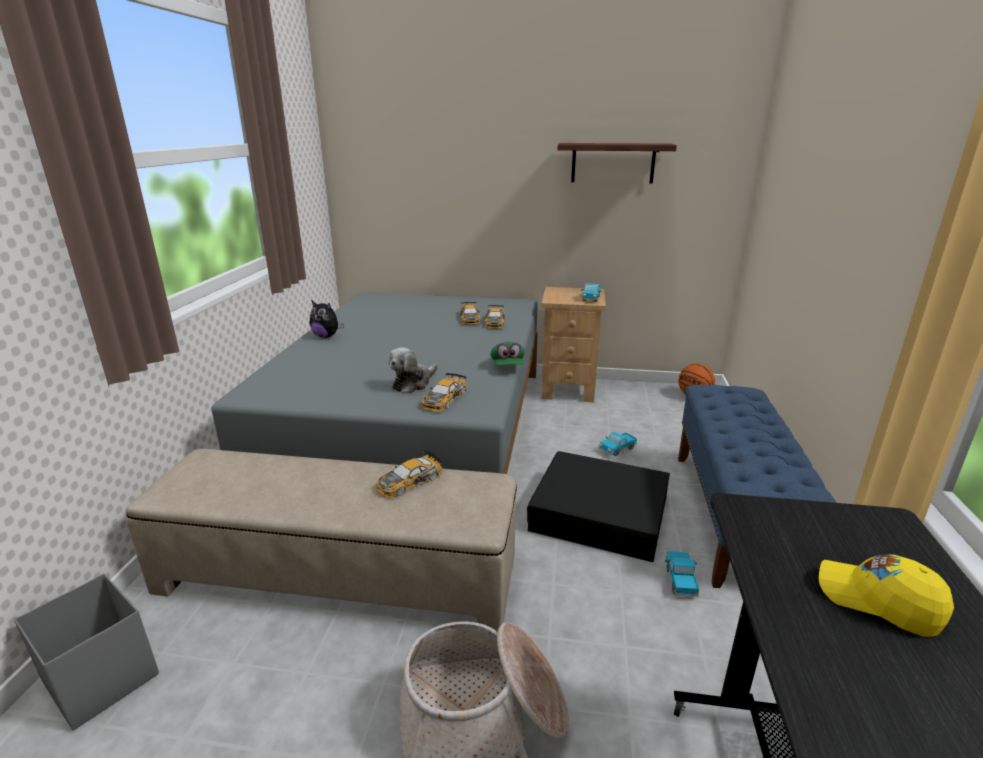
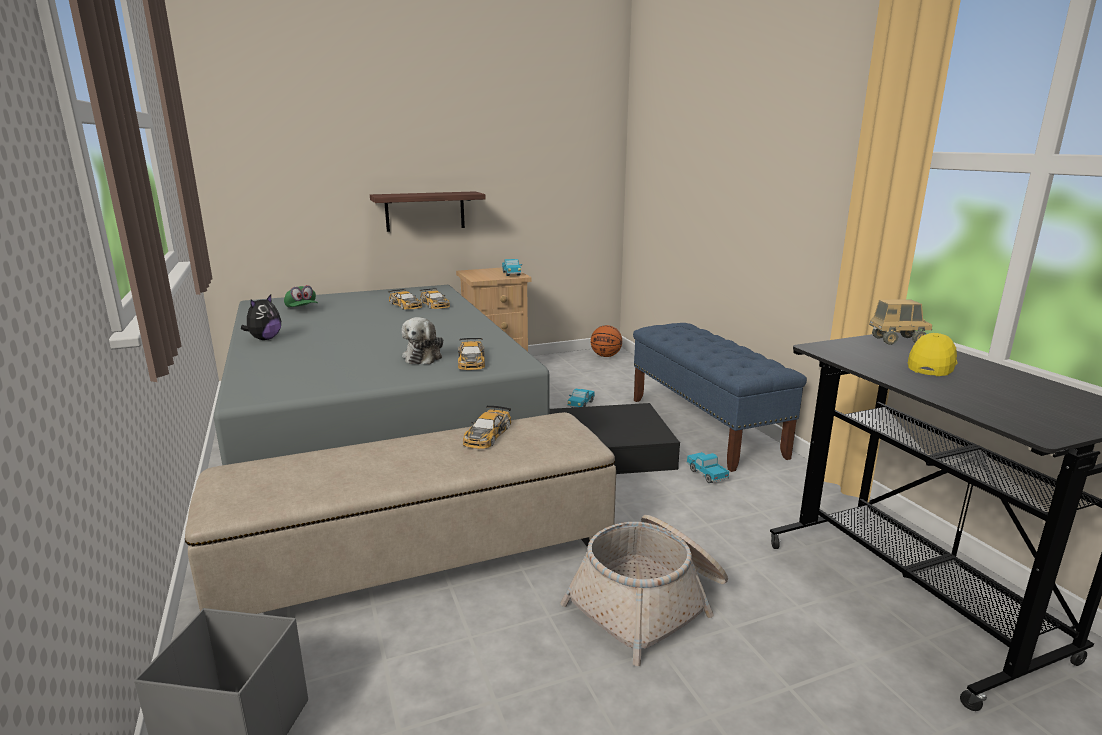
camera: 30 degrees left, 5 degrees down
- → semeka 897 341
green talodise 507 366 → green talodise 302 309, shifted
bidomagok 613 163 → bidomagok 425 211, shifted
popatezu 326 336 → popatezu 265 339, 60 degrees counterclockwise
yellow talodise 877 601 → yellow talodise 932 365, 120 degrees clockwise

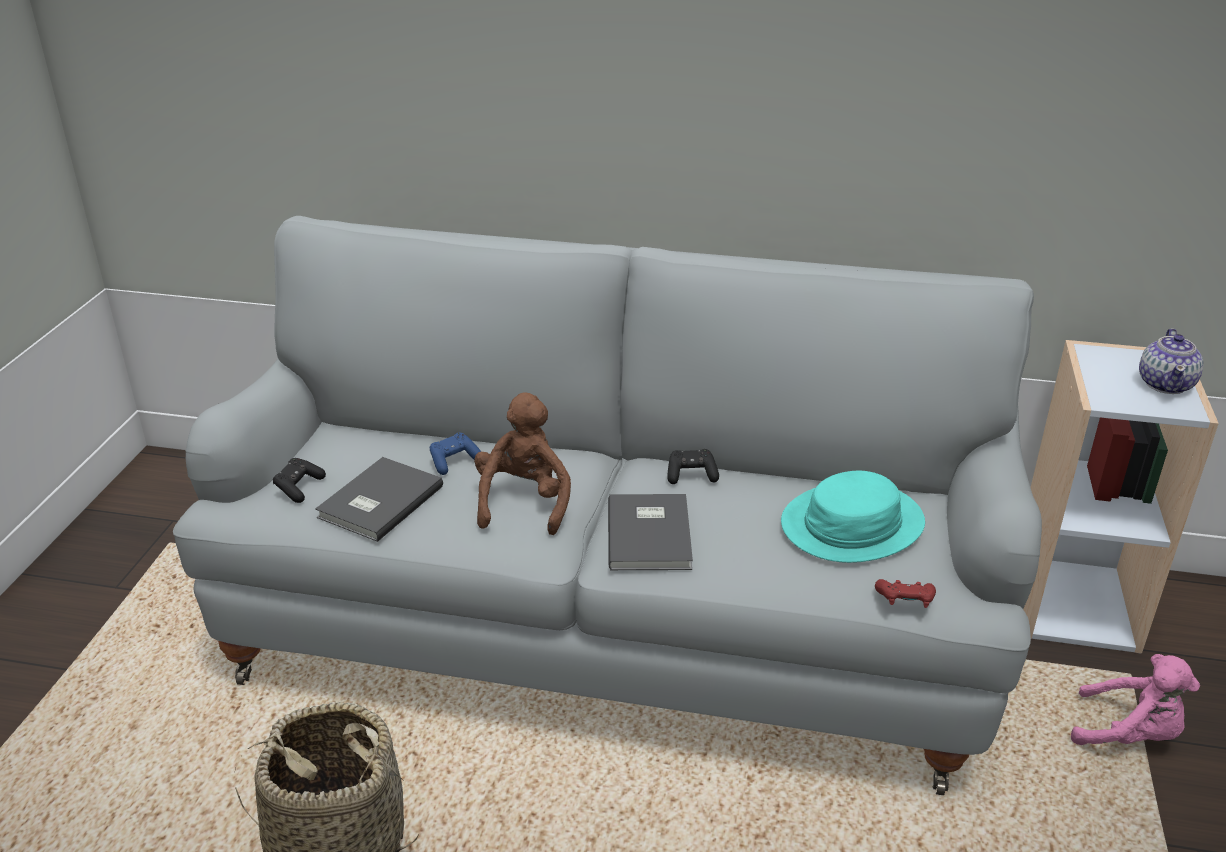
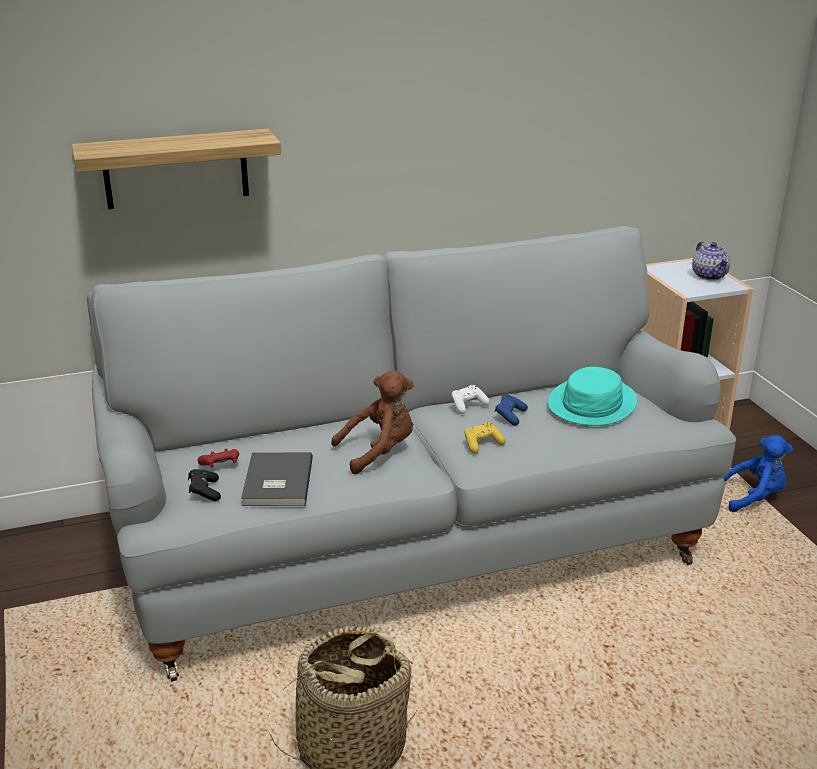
camera: 30 degrees left, 5 degrees down
- → bidomagok 176 169
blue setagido 454 461 → blue setagido 510 416, shifted
red setagido 905 602 → red setagido 221 465, shifted
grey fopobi 652 534 → yellow setagido 482 444
black setagido 691 475 → white setagido 468 405
pink popatezu 1128 734 → blue popatezu 753 497
brown popatezu 524 502 → brown popatezu 379 452, 90 degrees clockwise

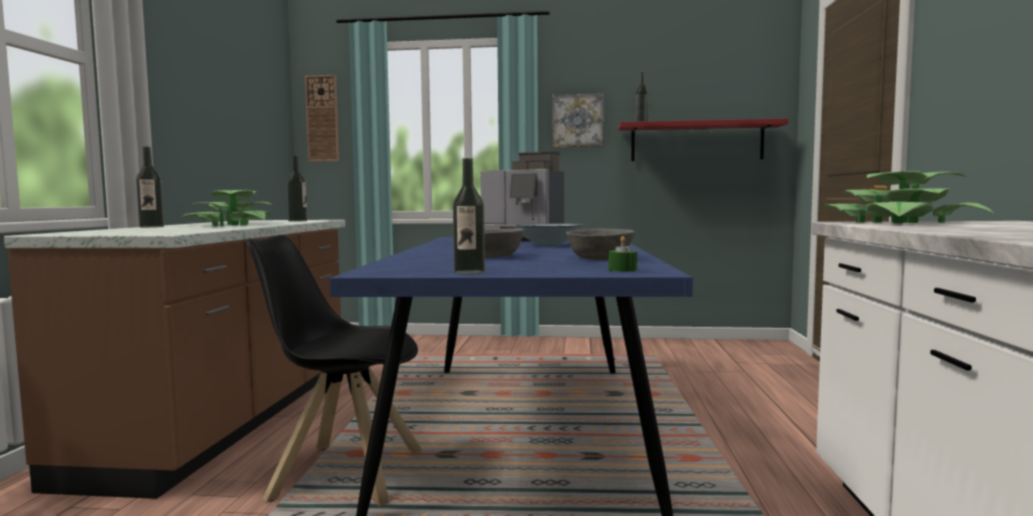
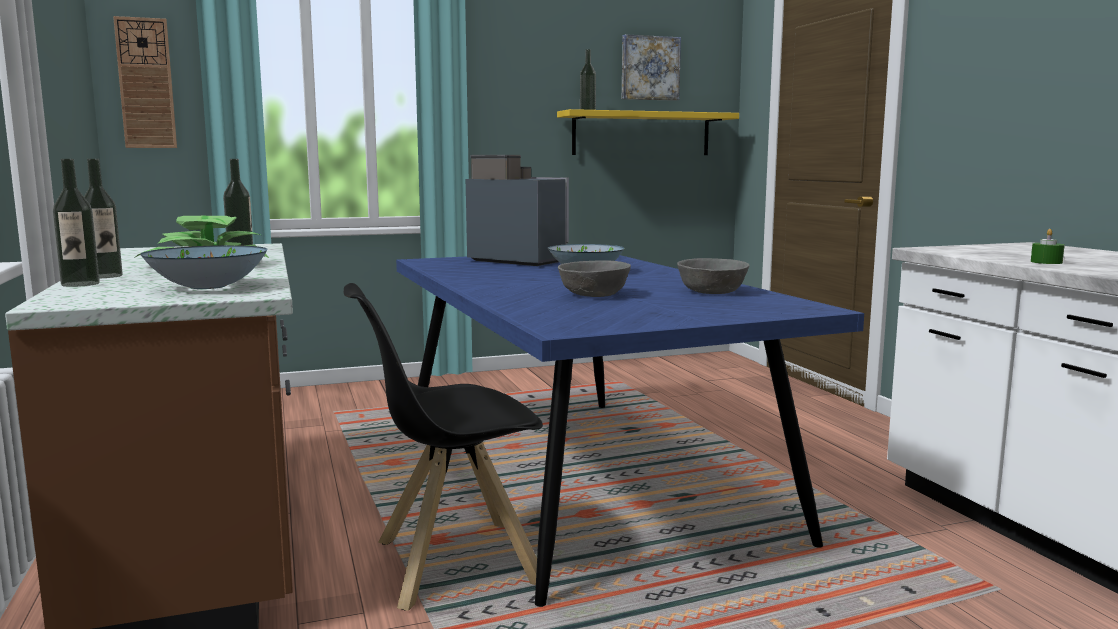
camera: 25 degrees left, 5 degrees up
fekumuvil 900 222 → -
- → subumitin 207 287
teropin 469 272 → teropin 80 284, shifted
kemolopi 577 121 → kemolopi 649 68, shifted
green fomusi 622 269 → green fomusi 1046 262, shifted
red bidomagok 696 142 → yellow bidomagok 641 134
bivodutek 523 239 → bivodutek 517 260, 150 degrees counterclockwise

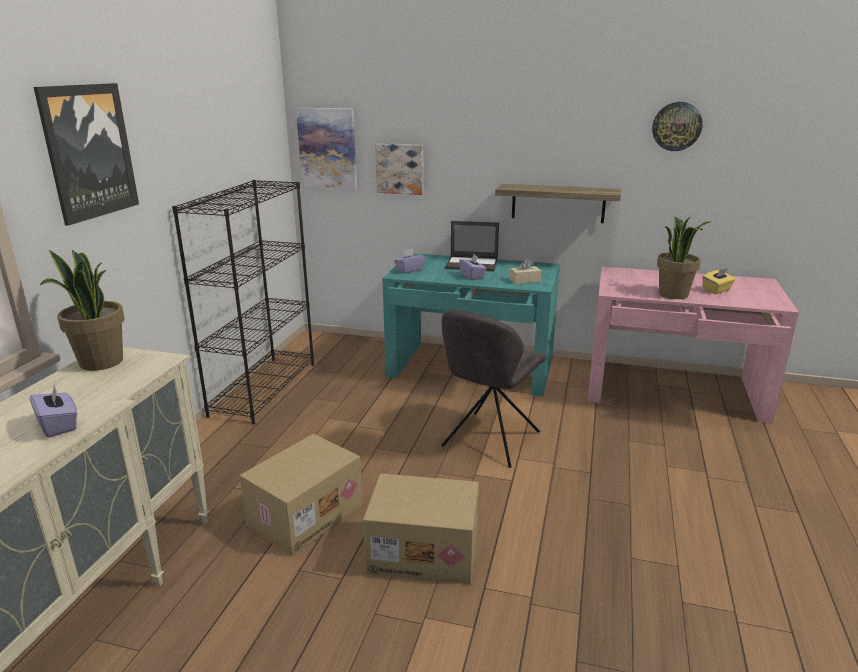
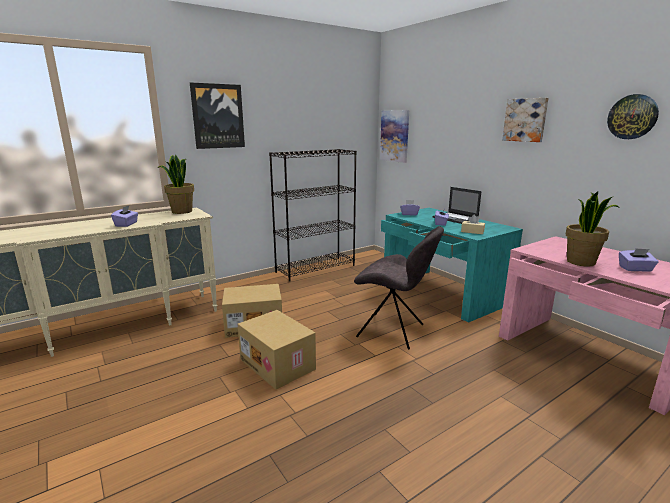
camera: 40 degrees right, 5 degrees down
bidomagok 558 203 → -
kemolopi 400 168 → kemolopi 525 120, shifted
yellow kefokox 717 290 → purple kefokox 635 269
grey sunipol 489 441 → grey sunipol 393 331, 135 degrees counterclockwise

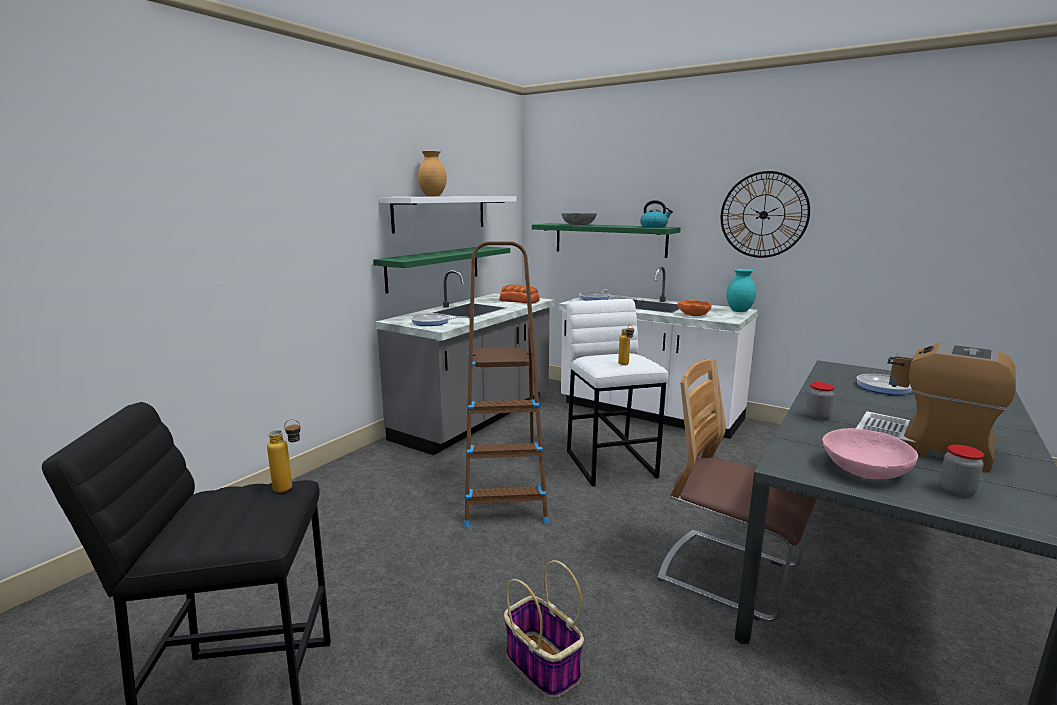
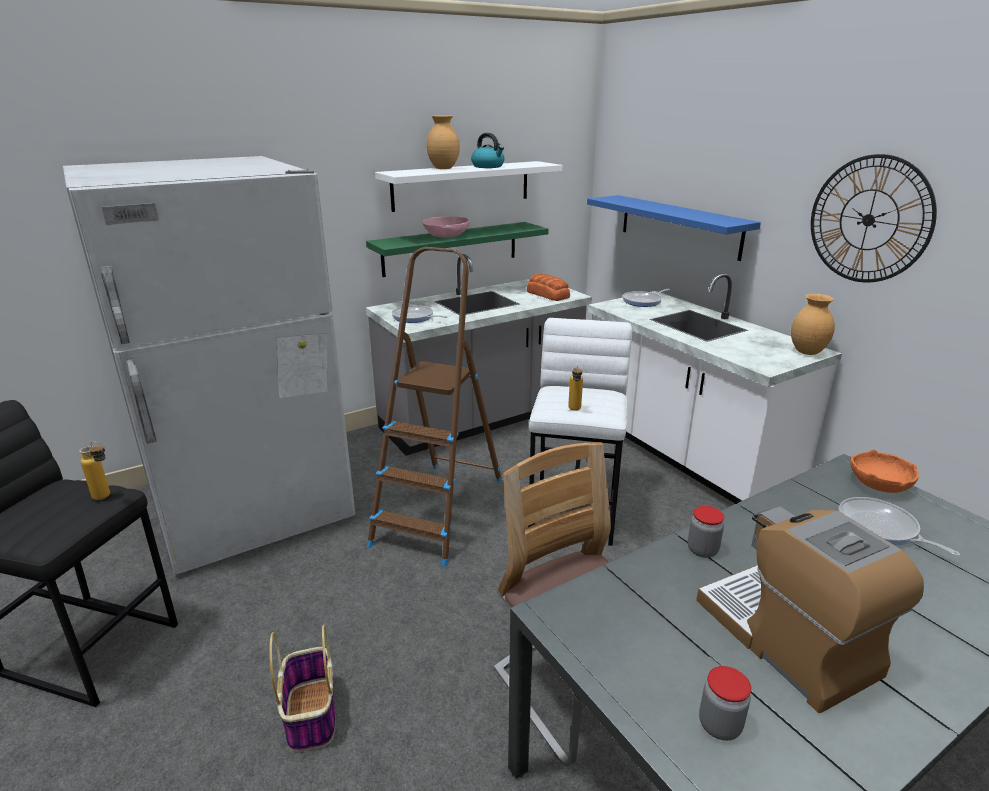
camera: 25 degrees right, 10 degrees up
grey subumitin 579 224 → -
- → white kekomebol 251 501
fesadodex 654 227 → fesadodex 488 166, shifted
orange subumitin 694 315 → orange subumitin 879 485, shifted
pink subumitin 864 470 → pink subumitin 446 236, shifted
green bidomagok 609 239 → blue bidomagok 679 226
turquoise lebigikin 738 311 → brown lebigikin 806 352

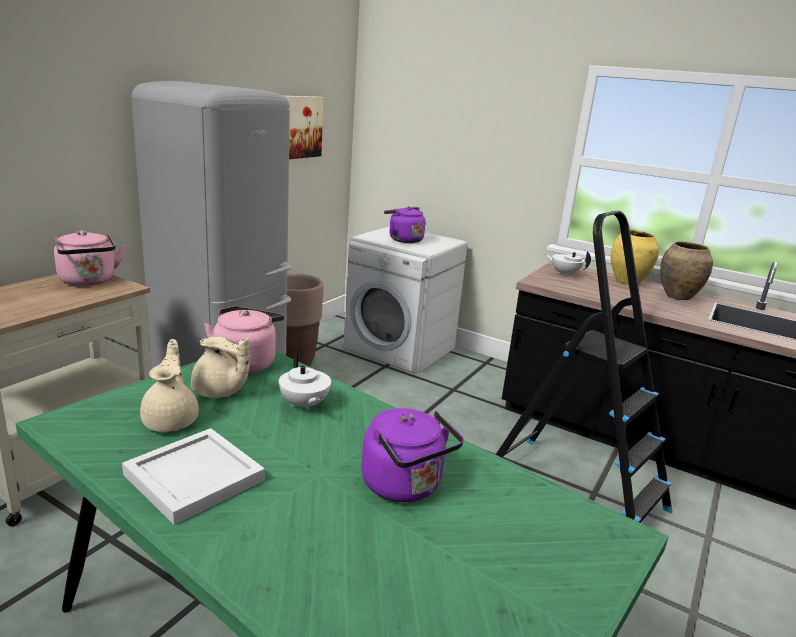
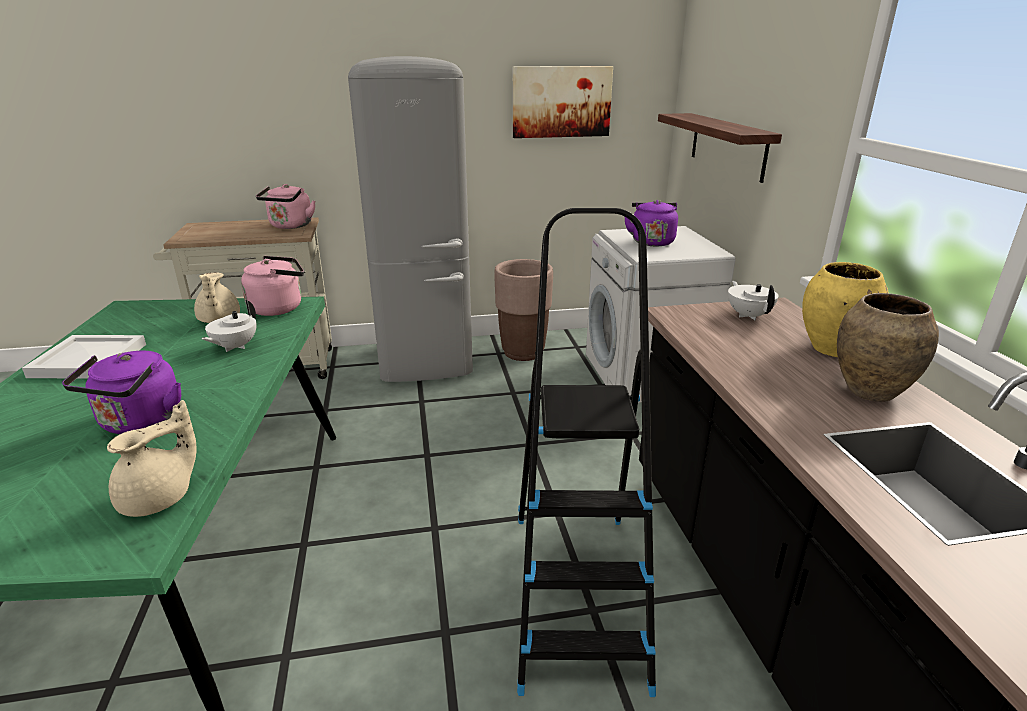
camera: 50 degrees right, 5 degrees up
- → bidomagok 727 145
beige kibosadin 172 420 → beige kibosadin 160 499, shifted

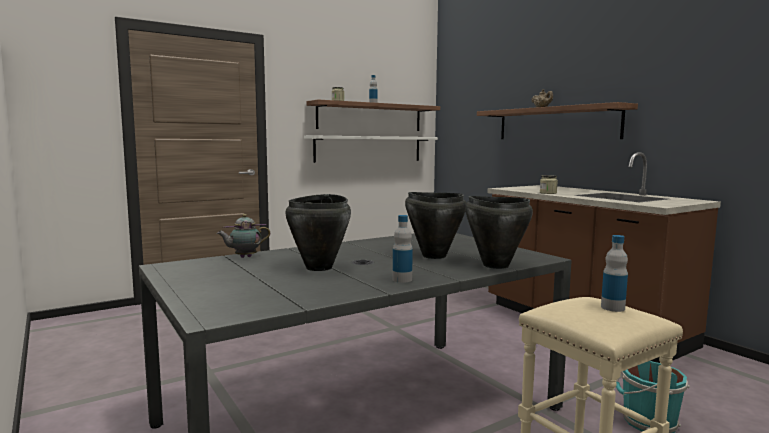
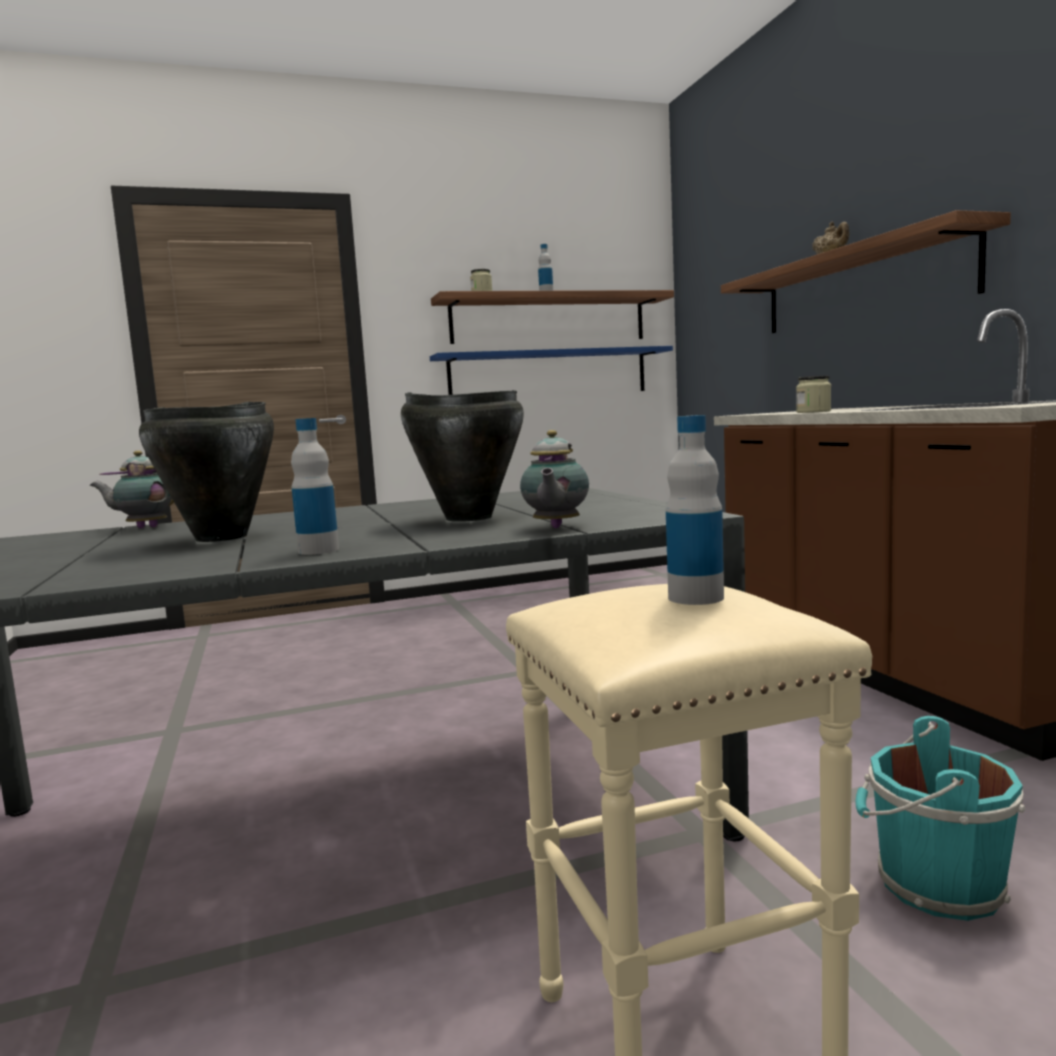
camera: 15 degrees right, 0 degrees up
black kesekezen 495 265 → kibosadin 555 527
white bidomagok 369 149 → blue bidomagok 549 374

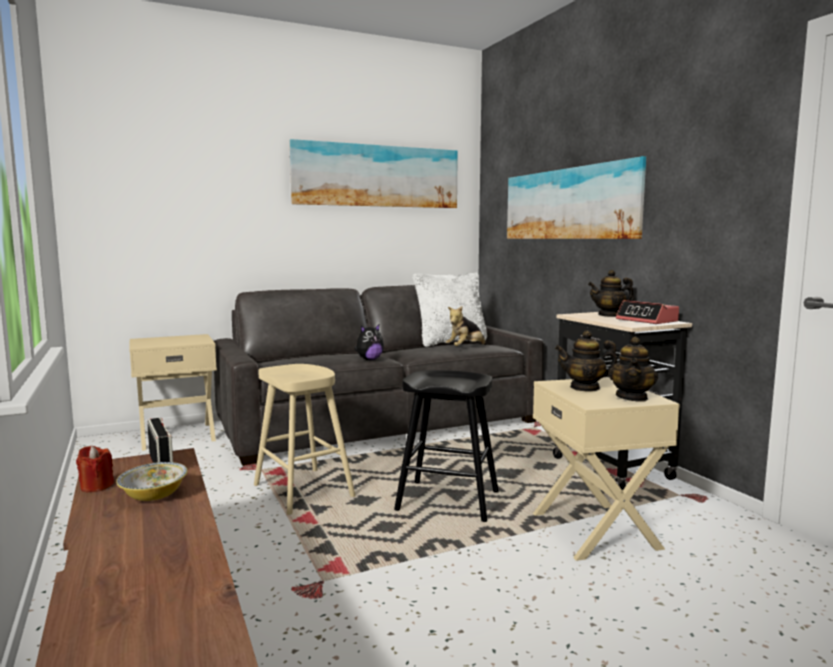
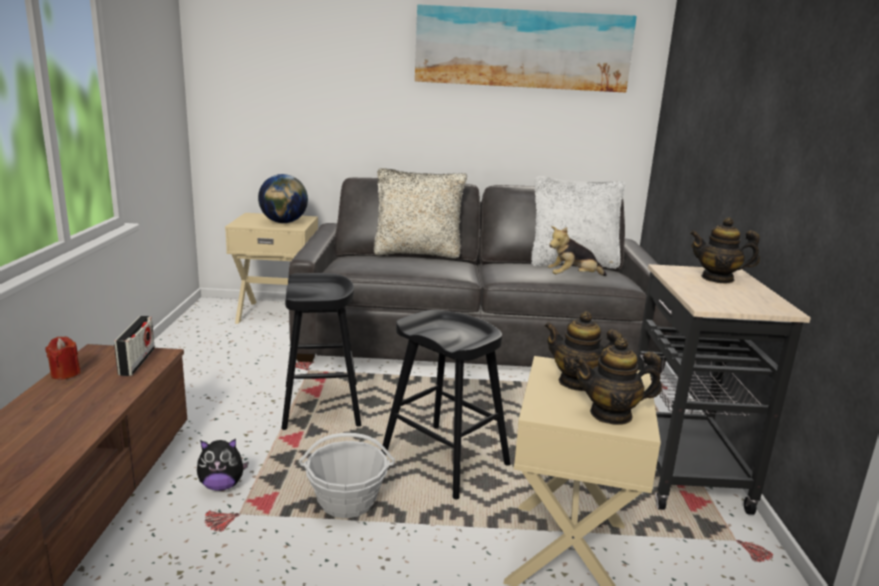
camera: 25 degrees right, 10 degrees up
subumitin 154 496 → -
kemolopi 569 204 → -
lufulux 647 320 → -
- → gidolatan 283 222
- → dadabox 346 502
- → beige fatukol 418 255
popatezu 369 359 → popatezu 222 486, shifted
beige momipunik 303 490 → black momipunik 321 405
kibosadin 632 397 → kibosadin 611 414, 45 degrees clockwise

